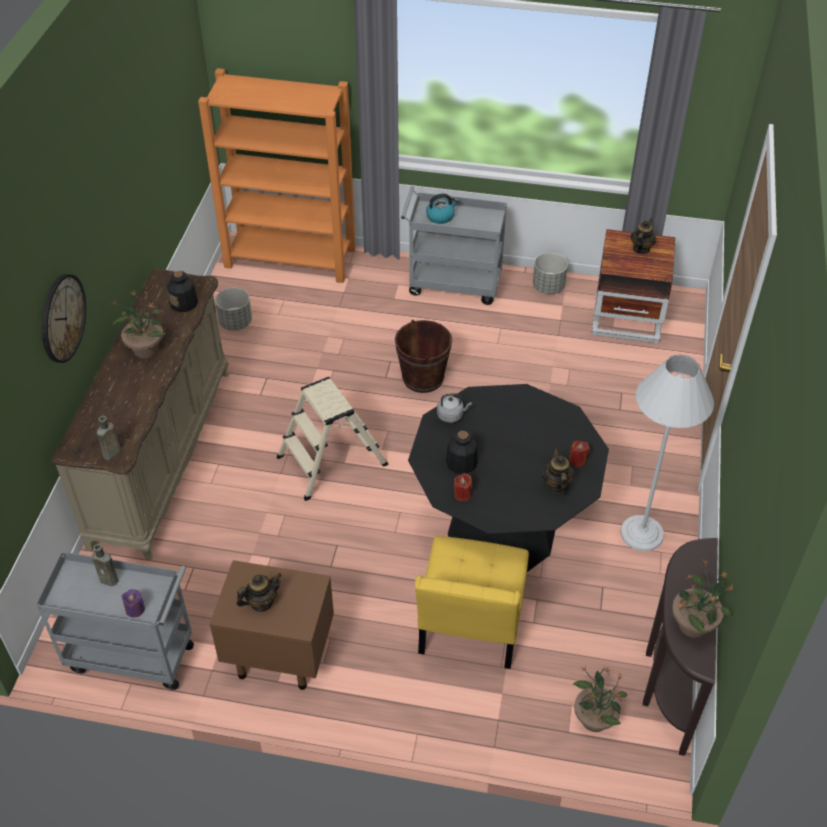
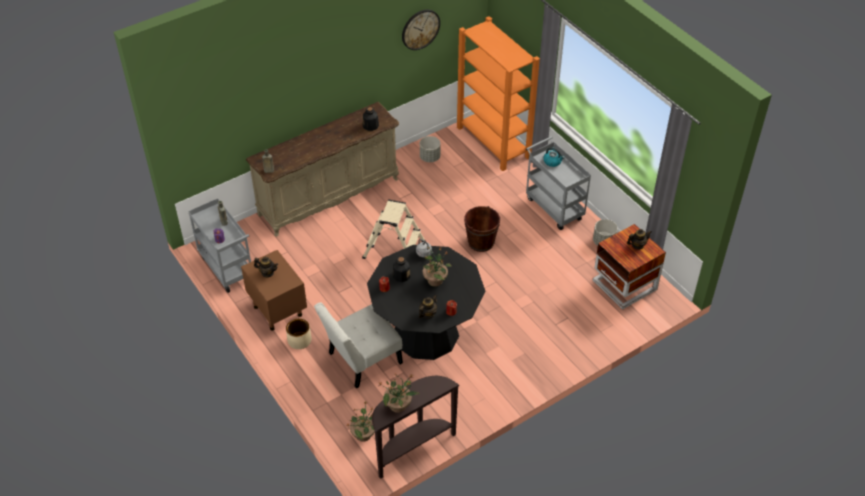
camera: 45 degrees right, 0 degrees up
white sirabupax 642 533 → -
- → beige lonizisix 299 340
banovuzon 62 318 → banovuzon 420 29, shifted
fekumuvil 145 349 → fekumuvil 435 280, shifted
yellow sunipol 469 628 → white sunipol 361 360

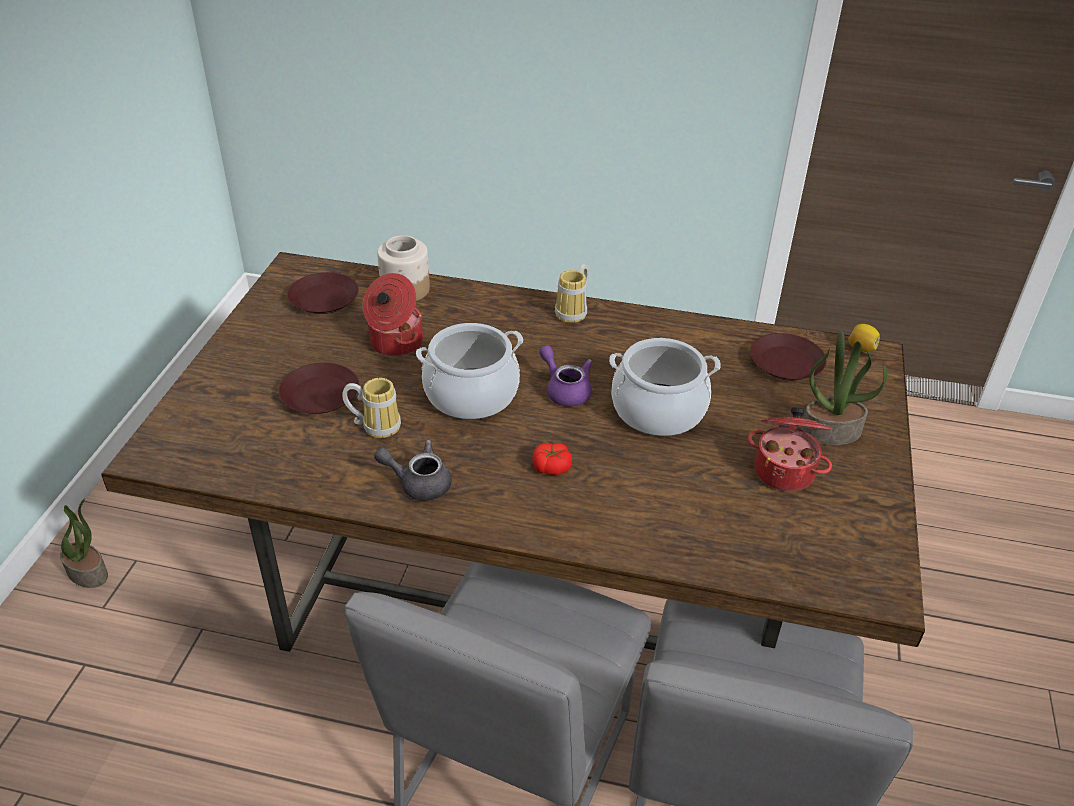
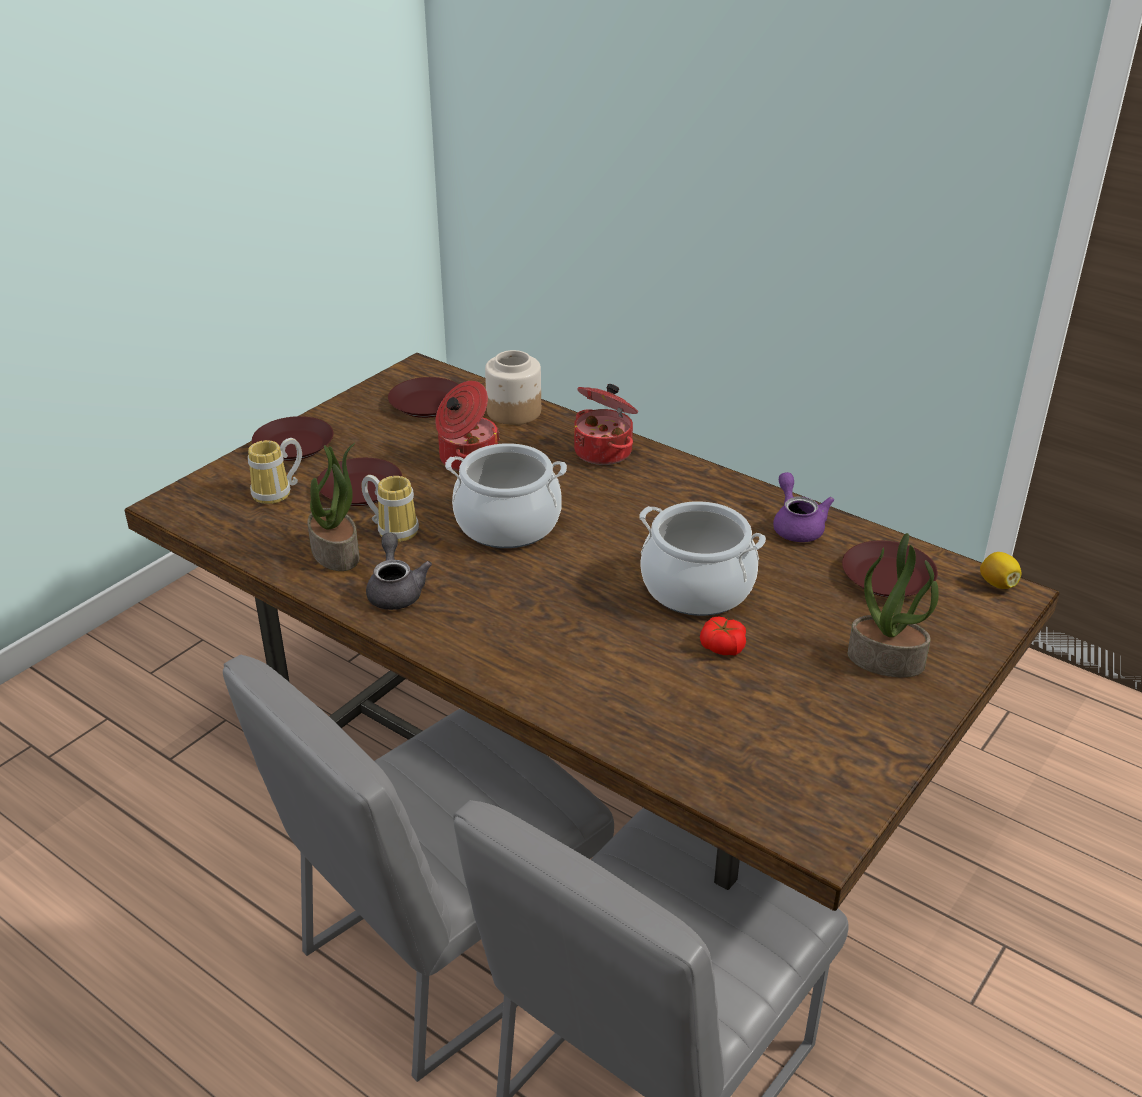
camera: 25 degrees right, 5 degrees down
- → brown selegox 294 445
fekumuvil 88 572 → fekumuvil 336 553, shifted
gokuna 551 467 → gokuna 722 647, shifted
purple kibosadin 565 390 → purple kibosadin 796 526, shifted
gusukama 574 312 → gusukama 278 493, shifted
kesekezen 784 471 → kesekezen 604 451, shifted
grey kibosadin 418 483 → grey kibosadin 396 590, 45 degrees clockwise

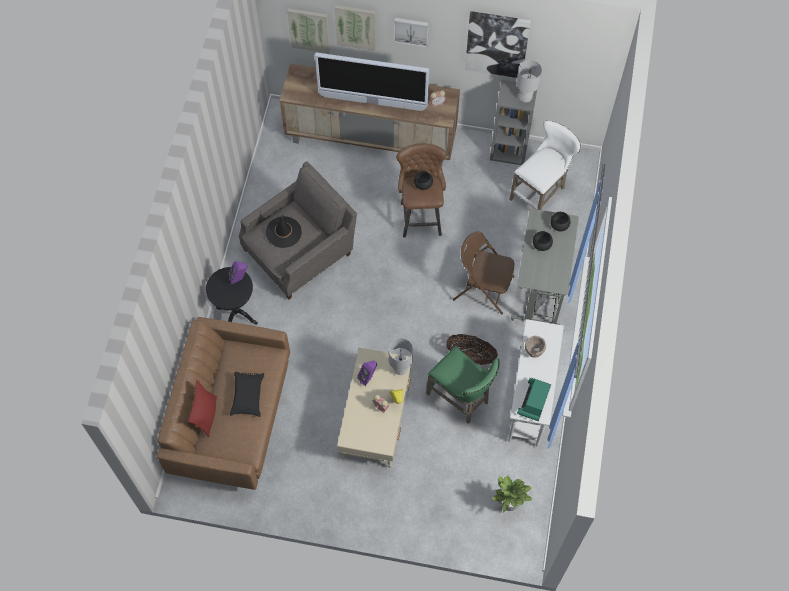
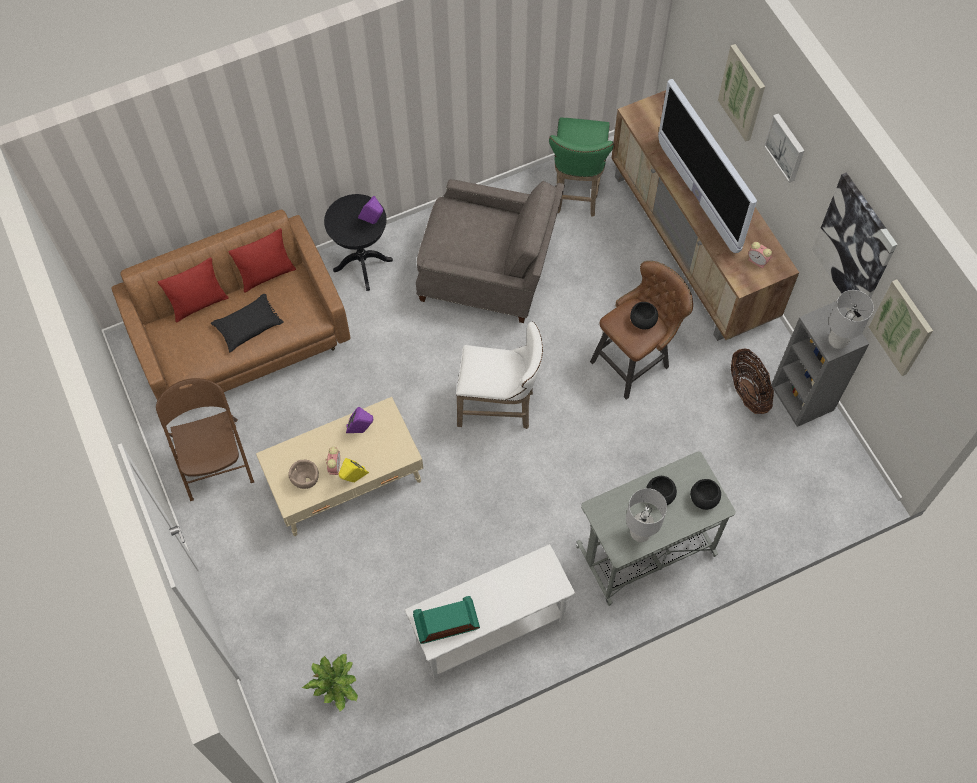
camera: 55 degrees right, 0 degrees up
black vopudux 283 232 → -
- → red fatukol 267 275
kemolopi 309 29 → kemolopi 902 327, shifted
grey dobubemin 400 369 → grey dobubemin 640 533, shifted
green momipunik 461 399 → green momipunik 577 191, shifted
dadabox 470 356 → dadabox 748 391, shifted
brown sunipol 483 288 → brown sunipol 214 459, shifted
white momipunik 540 193 → white momipunik 500 407, shifted
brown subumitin 534 350 → brown subumitin 306 479, shifted

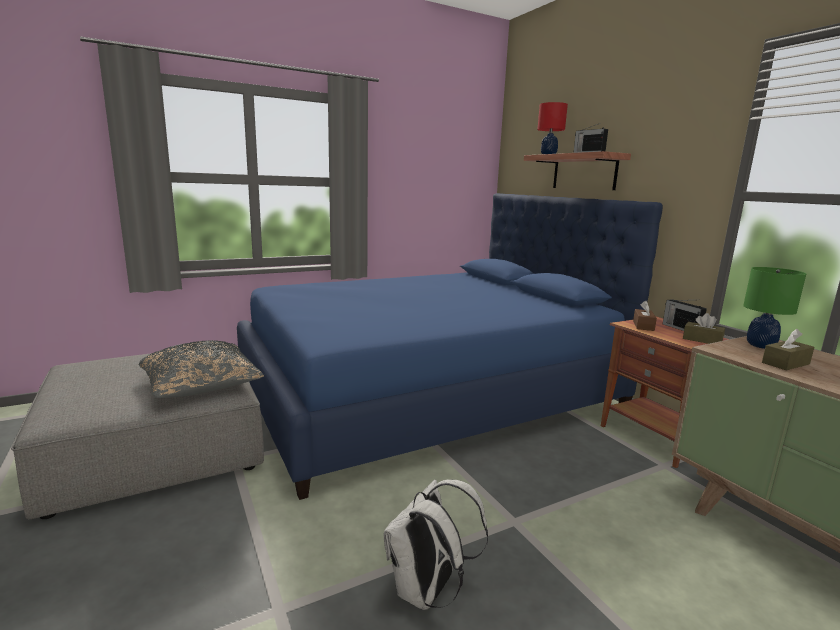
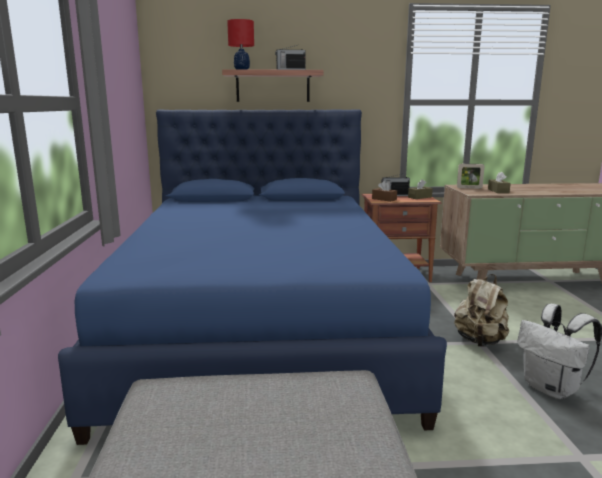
camera: 65 degrees left, 0 degrees up
grey fatukol 201 383 → -
- → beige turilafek 480 341
green dobubemin 762 346 → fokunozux 469 188

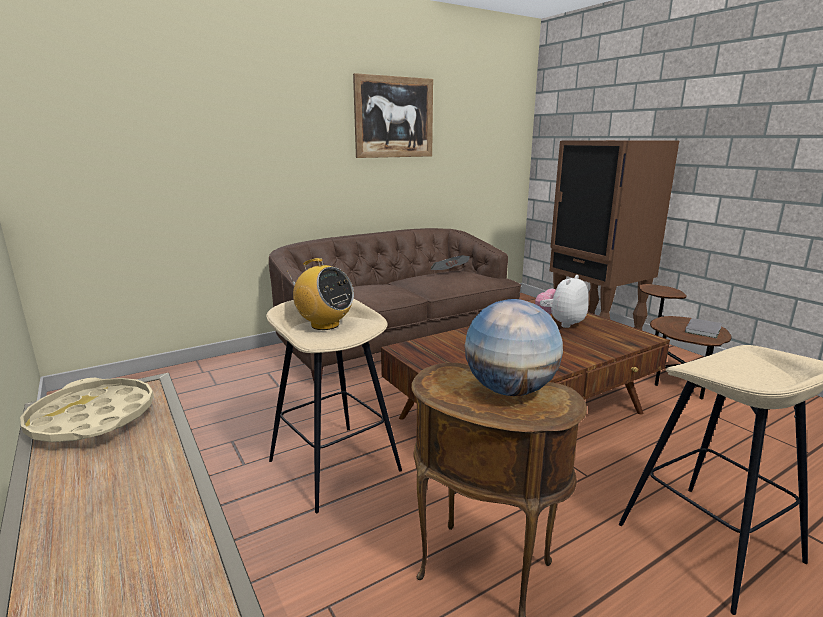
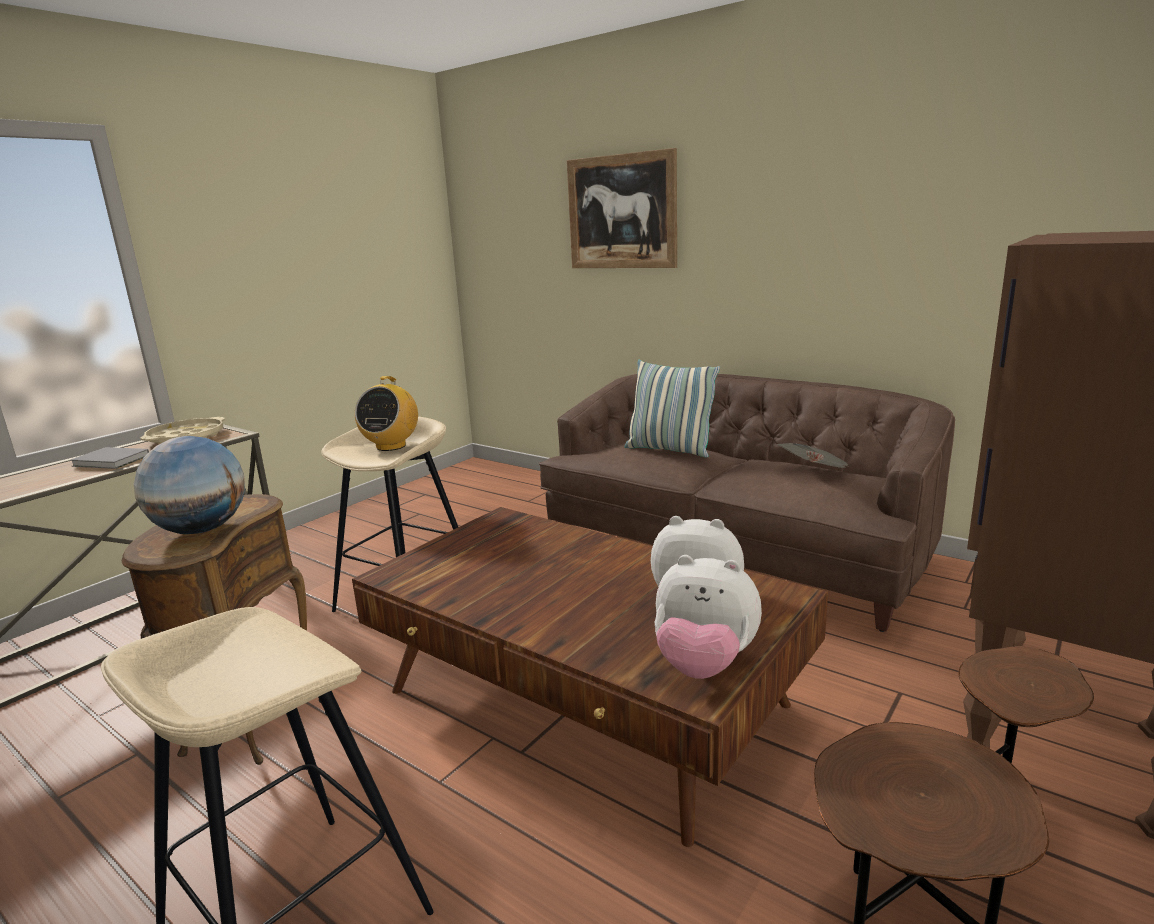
camera: 70 degrees right, 0 degrees up
- → fatukol 669 450
- → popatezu 704 664
kemolopi 394 117 → kemolopi 621 212, shifted
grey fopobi 704 329 → grey fopobi 111 461, shifted

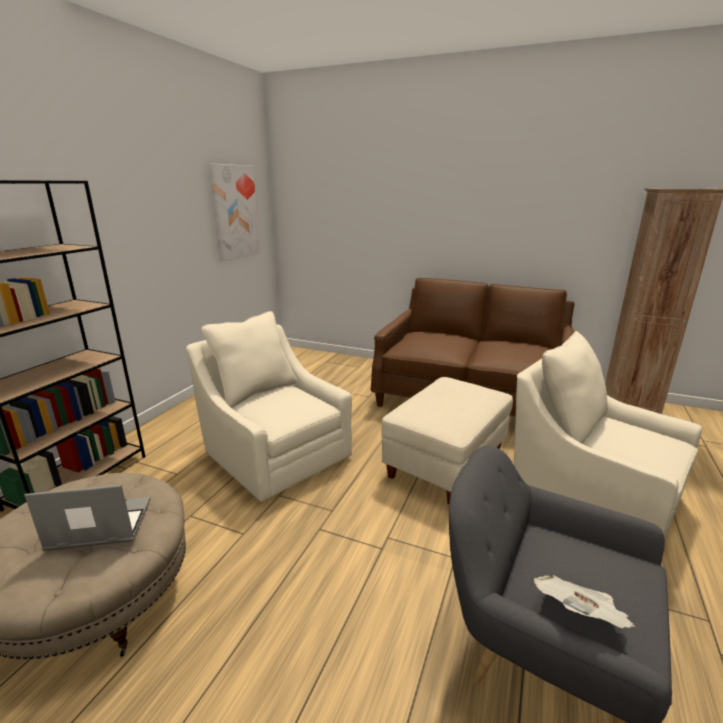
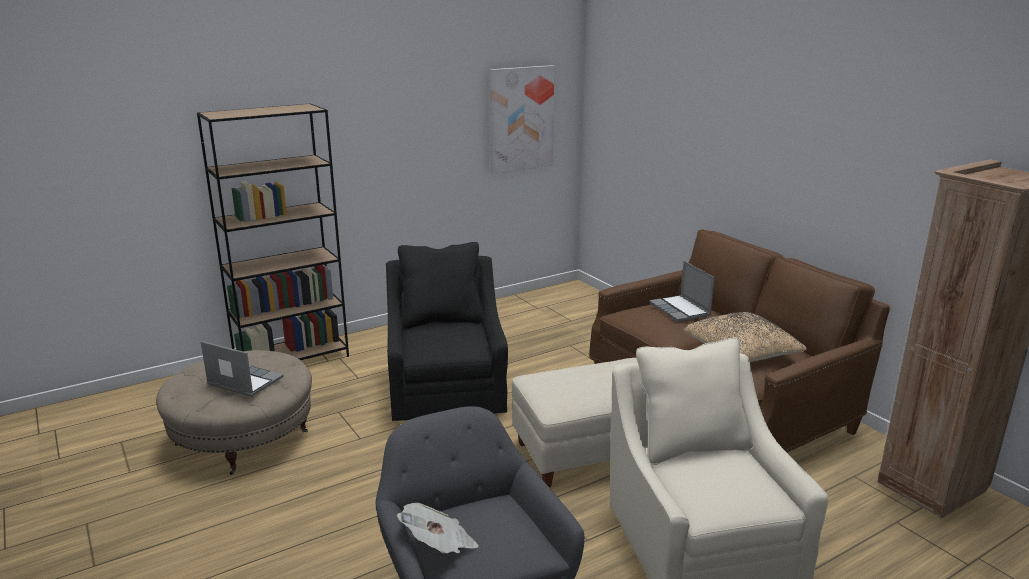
camera: 35 degrees right, 0 degrees up
- → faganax 681 310
- → beige fatukol 741 351
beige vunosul 275 454 → black vunosul 446 388

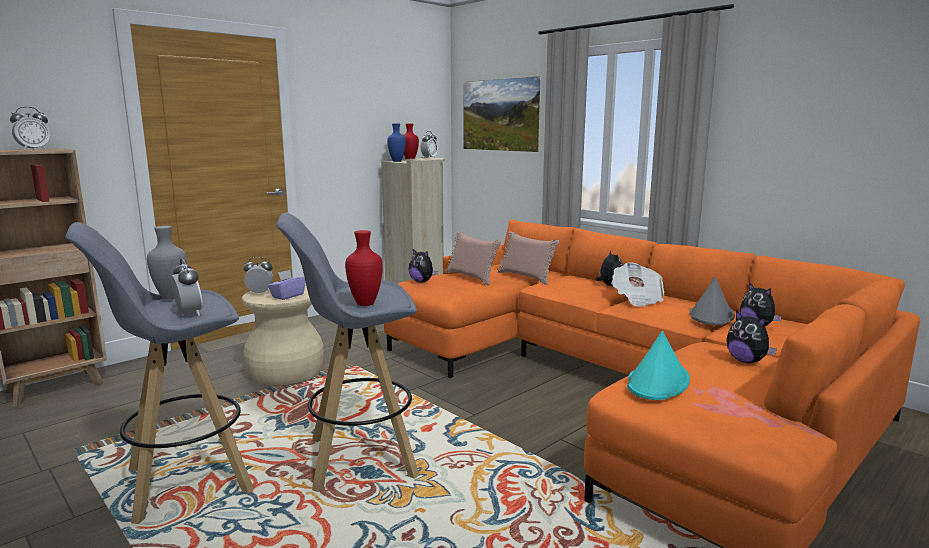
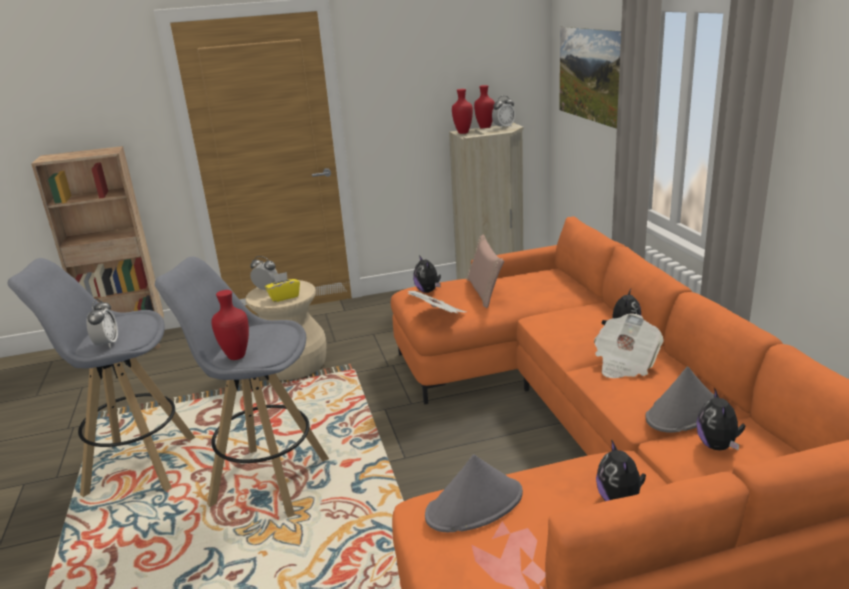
camera: 30 degrees right, 10 degrees up
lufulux 34 149 → -
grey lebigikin 170 297 → -
beige fatukol 526 277 → -
- → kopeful 437 316
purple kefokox 287 296 → yellow kefokox 284 297
blue lebigikin 396 161 → red lebigikin 462 133
turquoise vopudux 658 382 → grey vopudux 475 505

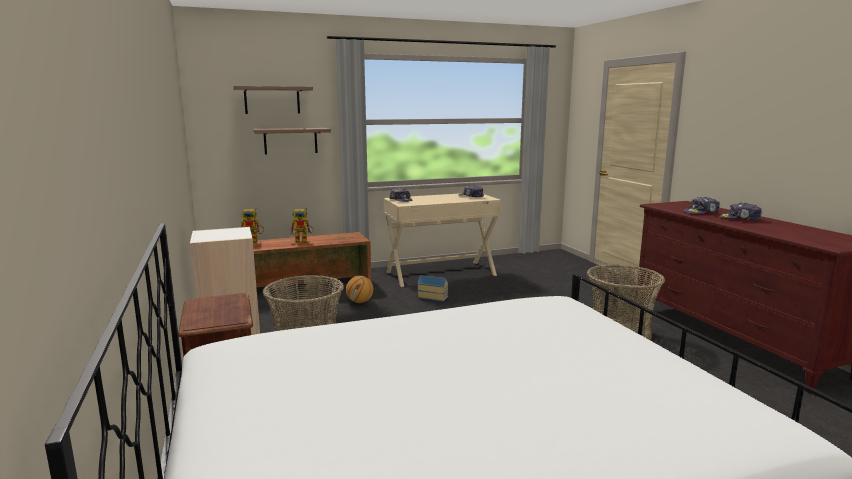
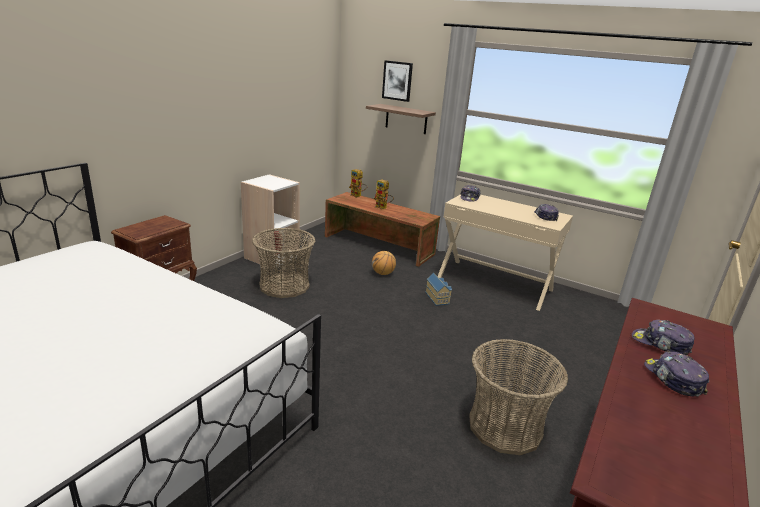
camera: 50 degrees right, 10 degrees up
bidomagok 272 100 → kemolopi 397 81

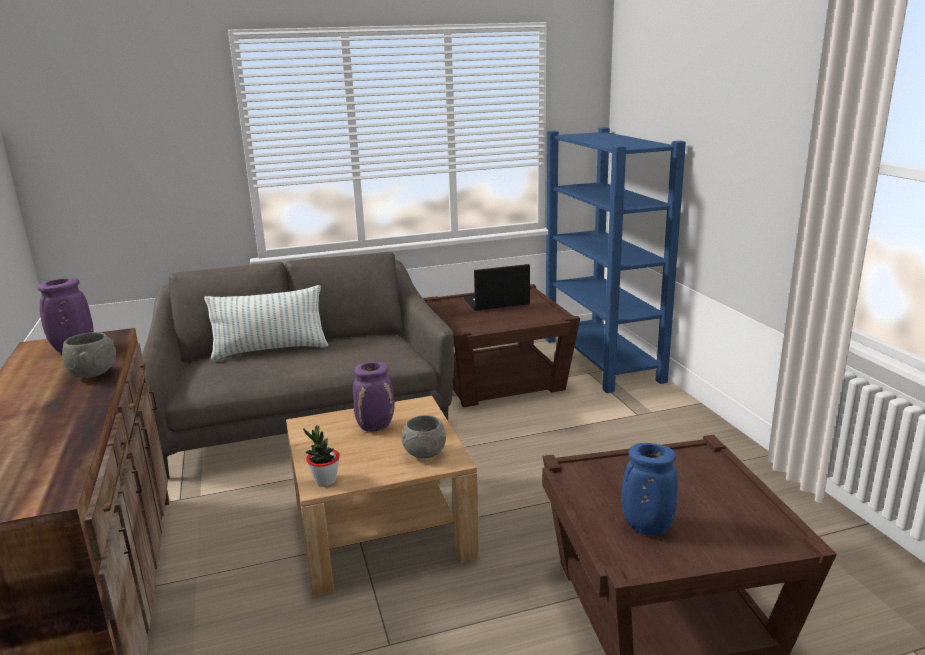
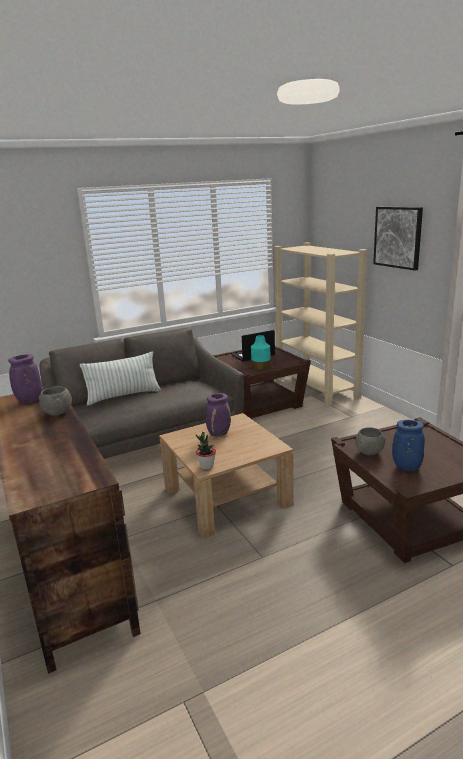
camera: 10 degrees left, 0 degrees up
- → turquoise lebigikin 261 366
- → kemolopi 398 237
grey subumitin 425 455 → grey subumitin 369 453, shifted
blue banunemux 602 360 → beige banunemux 316 387

